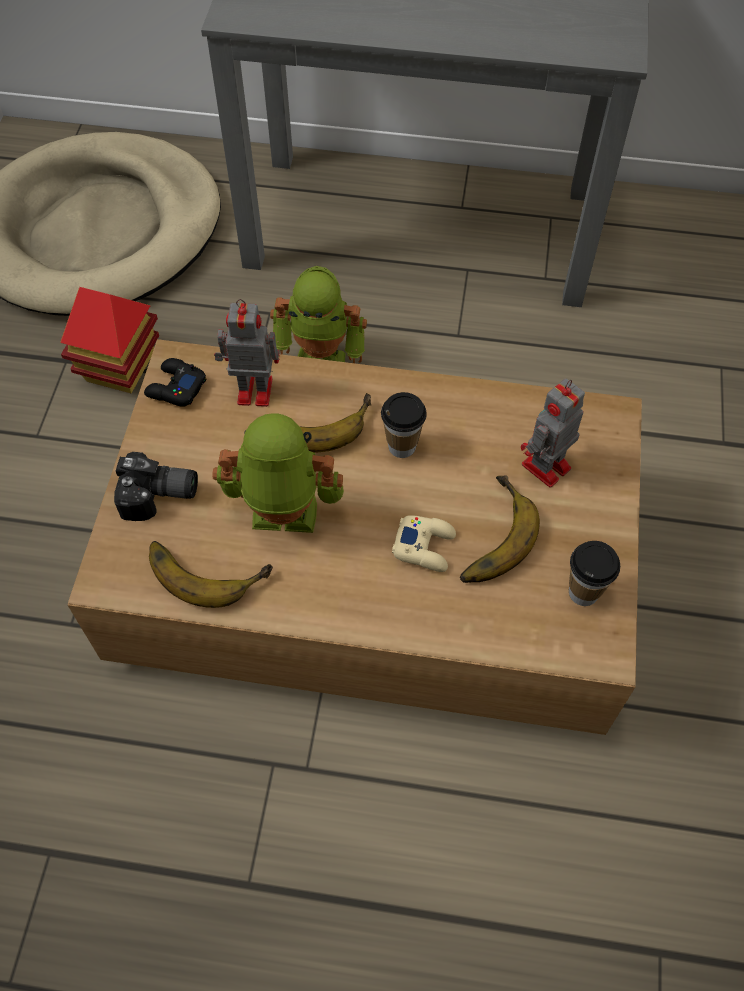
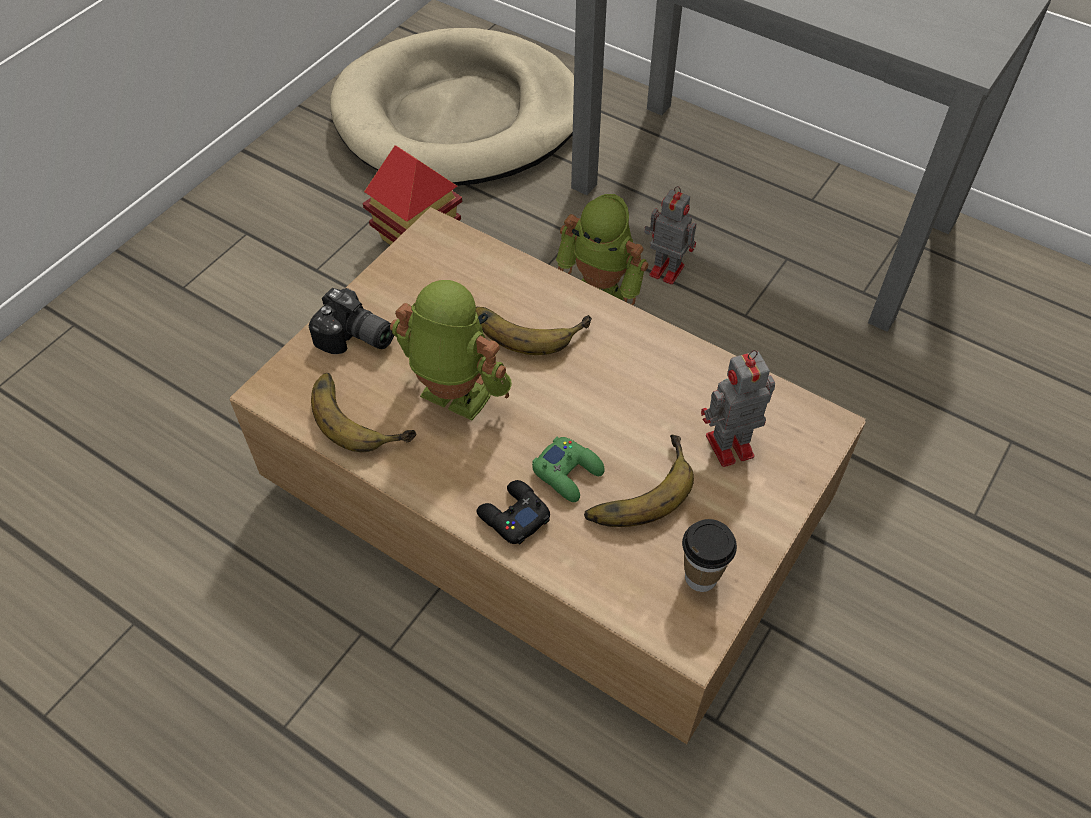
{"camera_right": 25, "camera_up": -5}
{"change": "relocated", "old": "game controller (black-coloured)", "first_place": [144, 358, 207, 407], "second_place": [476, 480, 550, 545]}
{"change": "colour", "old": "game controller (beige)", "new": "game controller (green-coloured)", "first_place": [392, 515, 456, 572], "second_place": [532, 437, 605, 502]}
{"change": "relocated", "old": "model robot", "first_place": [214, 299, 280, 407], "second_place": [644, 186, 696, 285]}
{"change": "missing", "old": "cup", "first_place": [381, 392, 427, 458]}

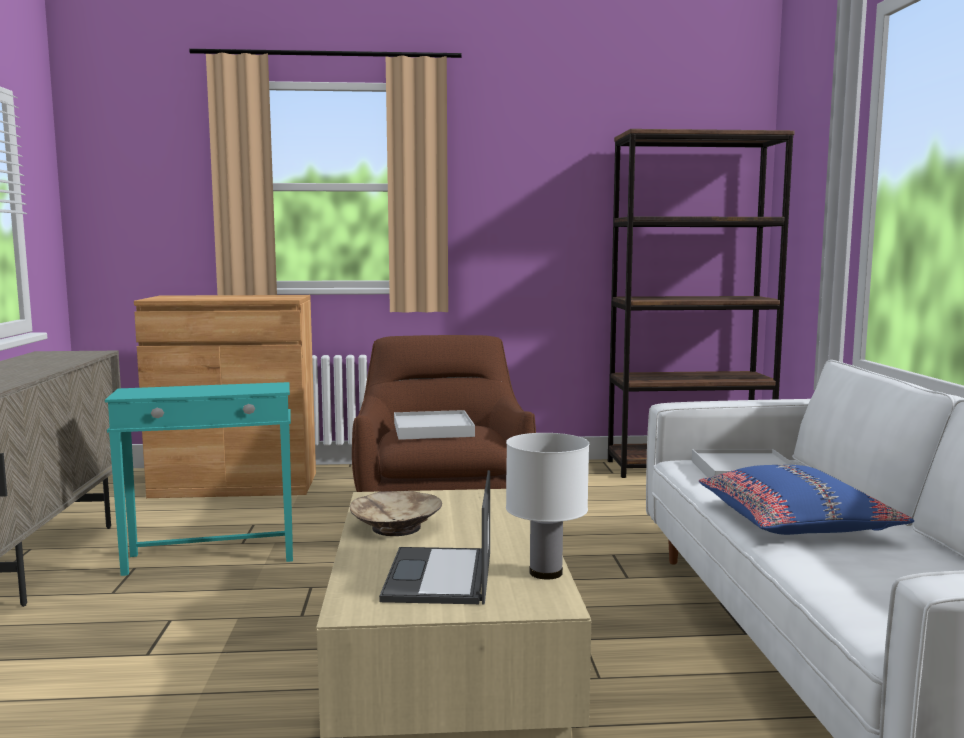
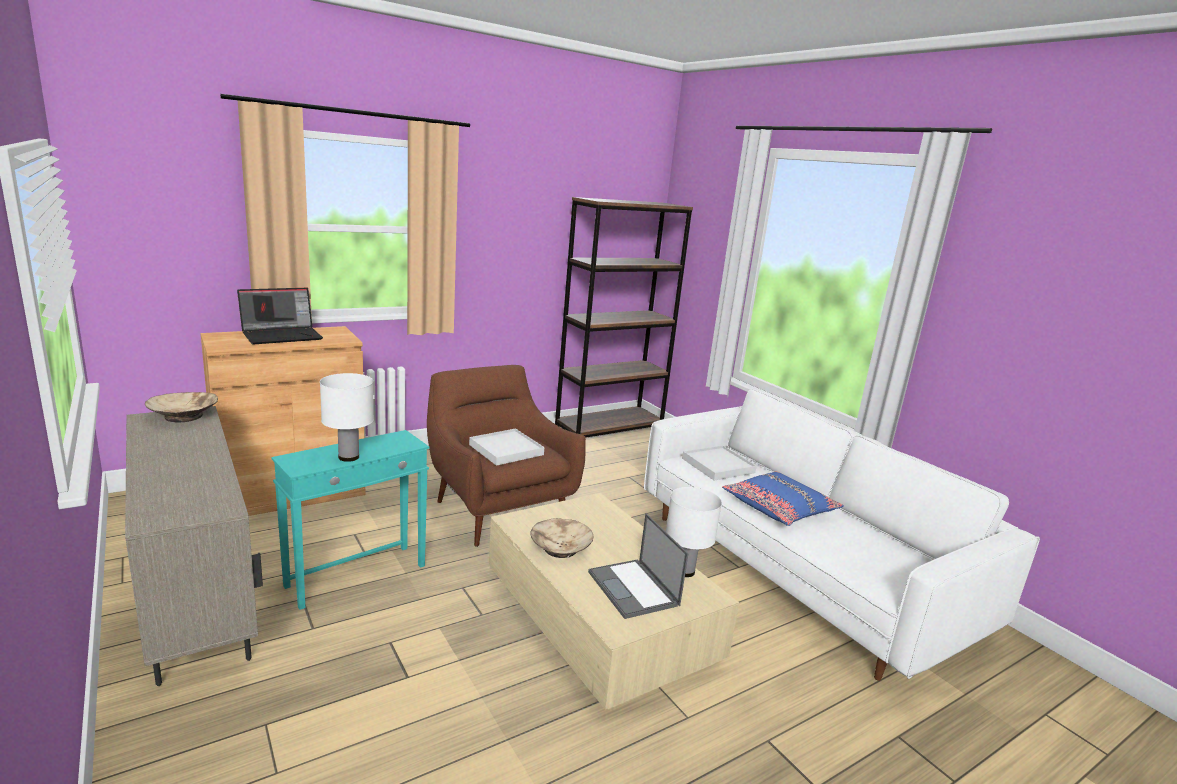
{"camera_right": -30, "camera_up": 10}
{"change": "appeared", "new": "bowl (beige)", "second_place": [145, 392, 218, 422]}
{"change": "appeared", "new": "notebook computer", "second_place": [237, 288, 323, 344]}
{"change": "appeared", "new": "lamp for a table (whitish)", "second_place": [320, 373, 374, 462]}

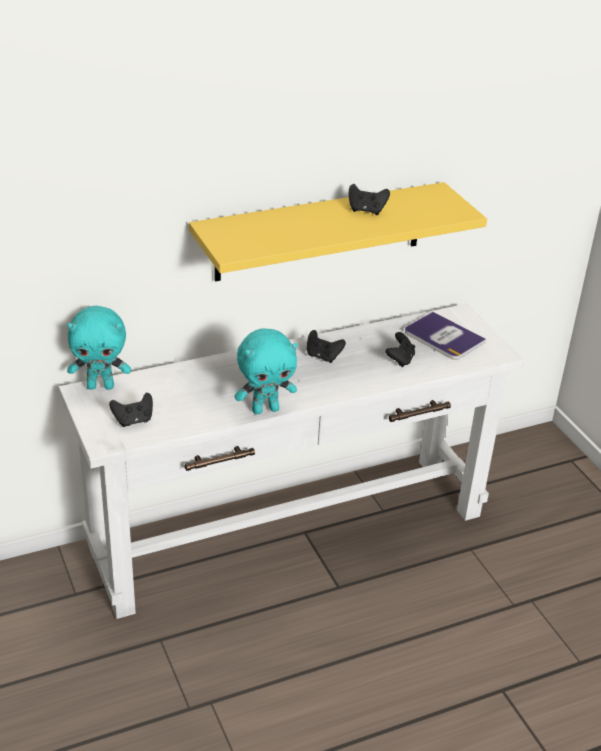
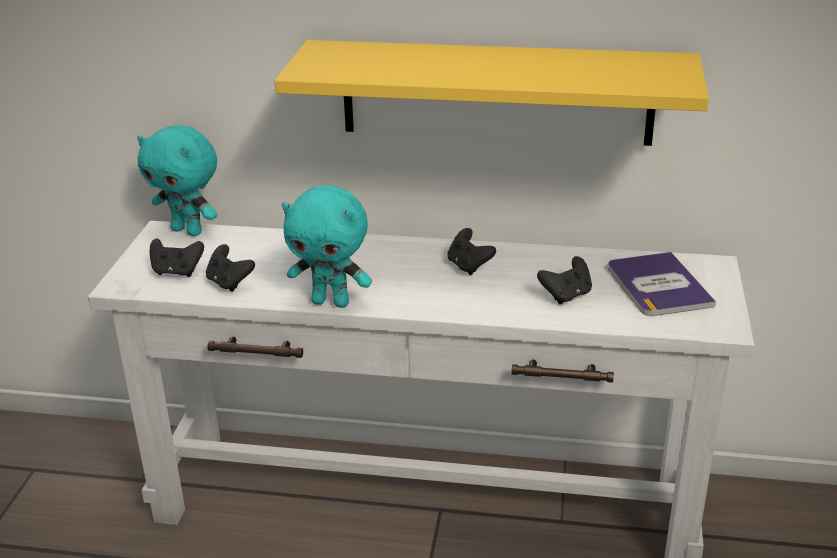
{"camera_right": 35, "camera_up": -5}
{"change": "relocated", "old": "game controller (black-coloured)", "first_place": [349, 184, 390, 215], "second_place": [206, 244, 255, 292]}

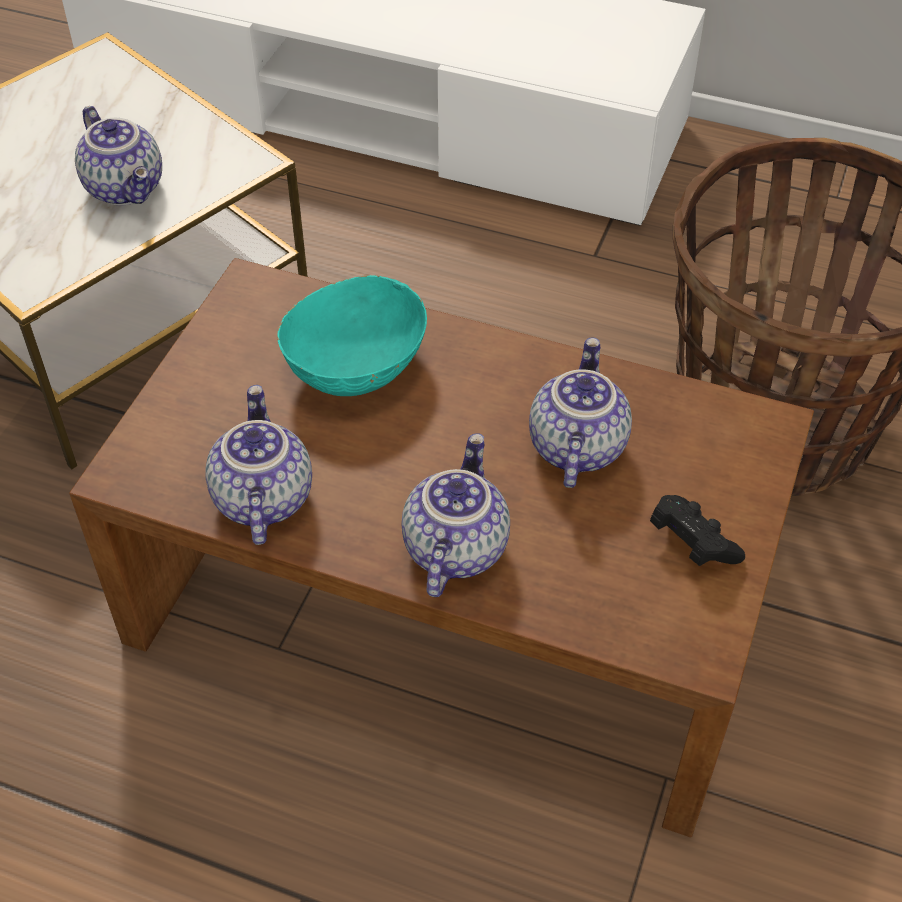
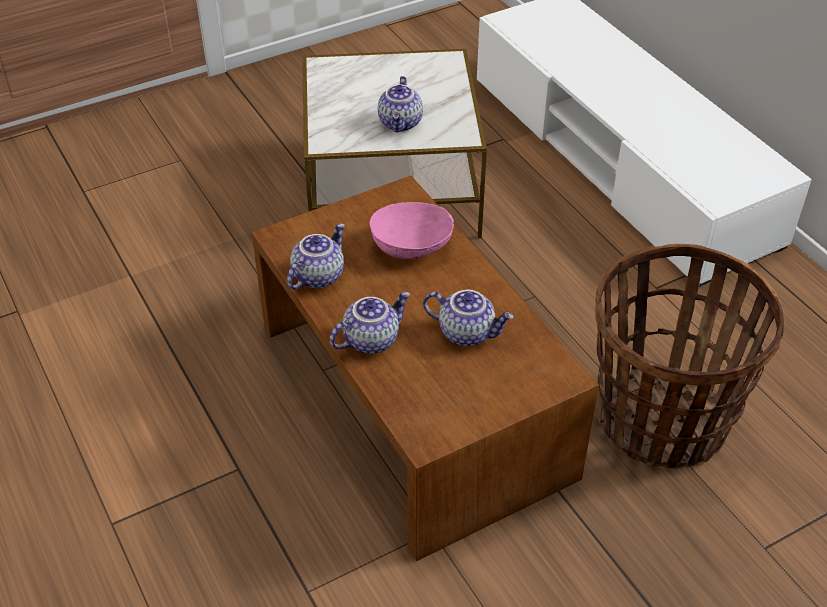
{"camera_right": 40, "camera_up": -5}
{"change": "colour", "old": "bowl (turquoise)", "new": "bowl (pink-coloured)", "first_place": [277, 275, 427, 396], "second_place": [370, 202, 454, 259]}
{"change": "spun", "old": "tea pot", "first_place": [529, 337, 632, 488], "second_place": [423, 290, 514, 346], "degrees": 60}
{"change": "missing", "old": "game controller (black-coloured)", "first_place": [650, 495, 745, 566]}

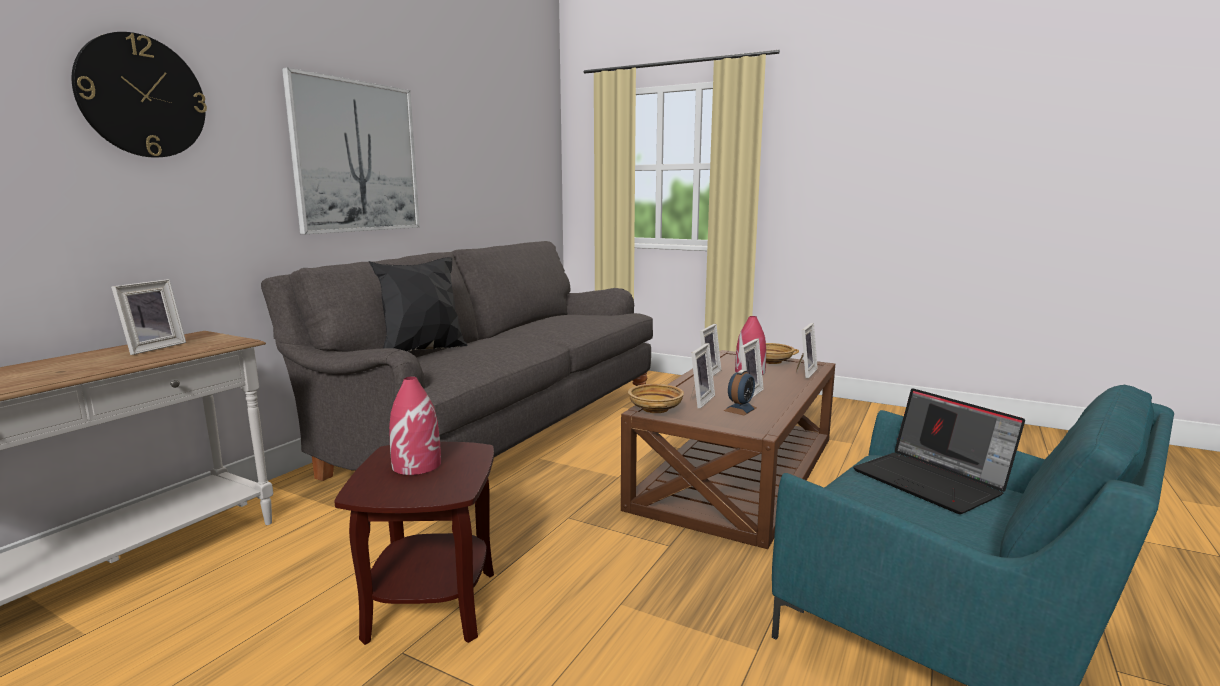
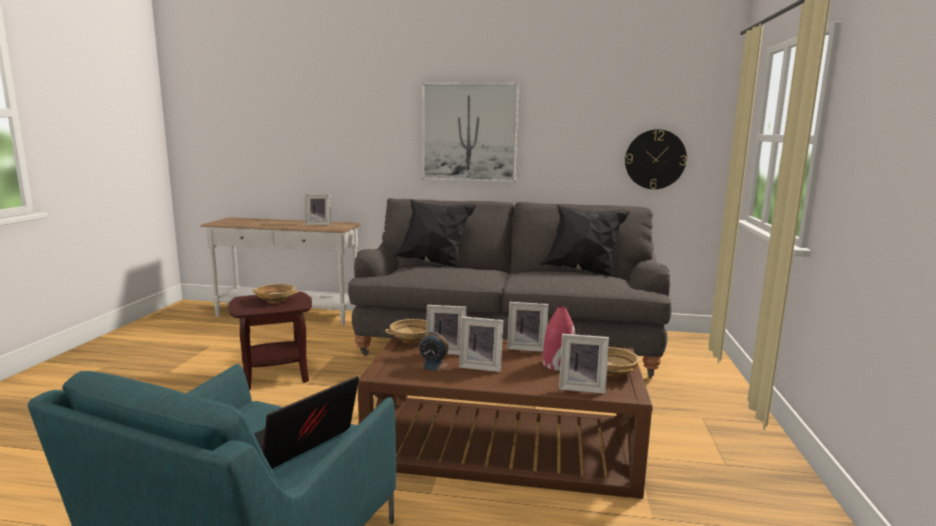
{"camera_right": 70, "camera_up": 0}
{"change": "exchanged", "old": "flower vase (red)", "new": "bowl (beige)", "first_place": [389, 377, 441, 475], "second_place": [253, 284, 299, 303]}
{"change": "appeared", "new": "cushion (black-coloured)", "second_place": [540, 205, 630, 277]}
{"change": "relocated", "old": "hanging clock", "first_place": [72, 32, 207, 157], "second_place": [625, 129, 687, 189]}

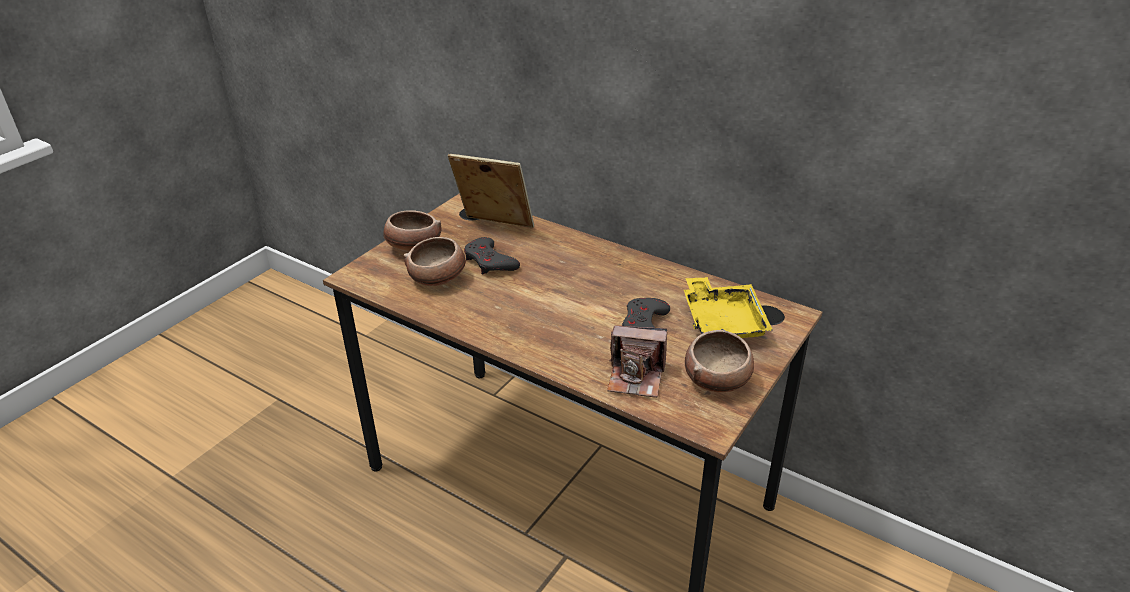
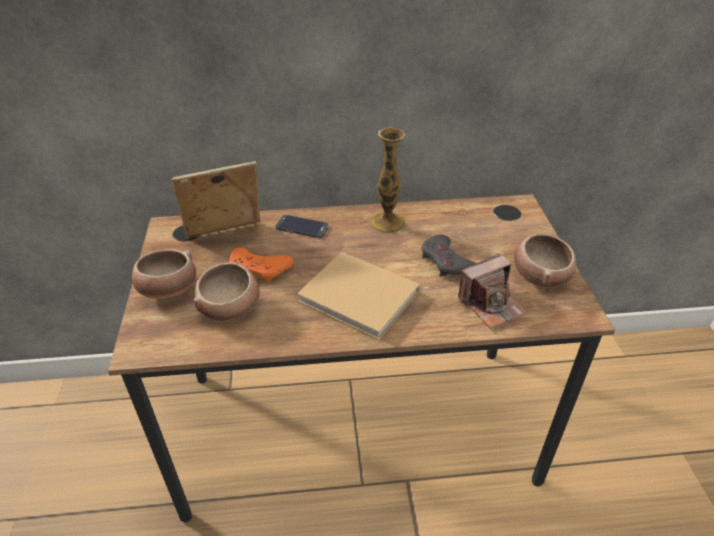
{"camera_right": -40, "camera_up": 5}
{"change": "colour", "old": "game controller (greyish)", "new": "game controller (orangey)", "first_place": [464, 237, 520, 275], "second_place": [229, 247, 293, 284]}
{"change": "appeared", "new": "telephone", "second_place": [275, 215, 329, 238]}
{"change": "appeared", "new": "volume (beige)", "second_place": [297, 252, 420, 340]}
{"change": "appeared", "new": "flower vase", "second_place": [371, 127, 406, 233]}
{"change": "missing", "old": "serving tray (yellow-coloured)", "first_place": [684, 277, 773, 338]}

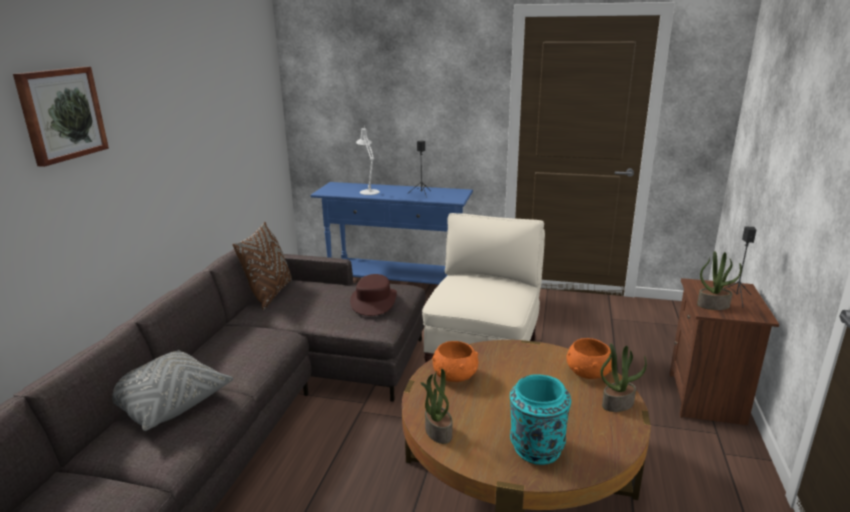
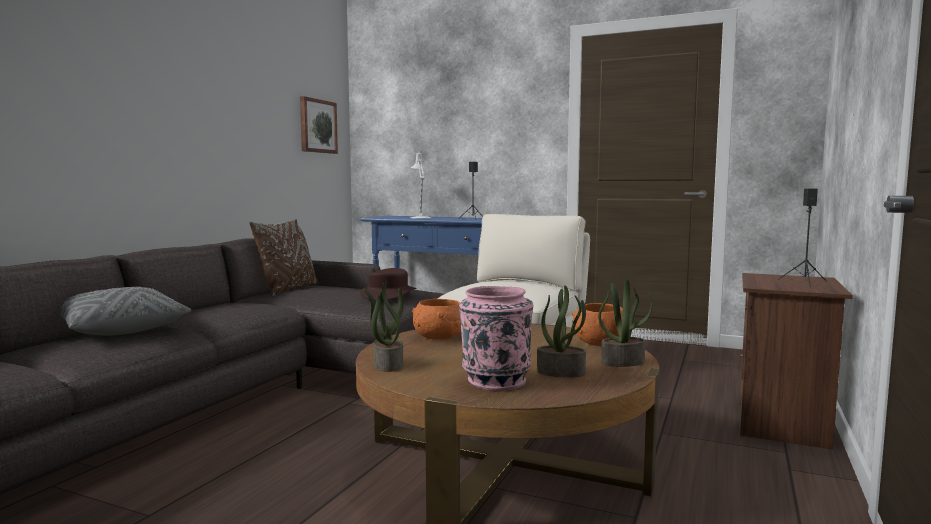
{"camera_right": 10, "camera_up": -15}
{"change": "relocated", "old": "picture", "first_place": [13, 67, 109, 167], "second_place": [300, 96, 338, 154]}
{"change": "colour", "old": "flower vase (turquoise)", "new": "flower vase (pink-coloured)", "first_place": [510, 374, 571, 465], "second_place": [459, 286, 533, 391]}
{"change": "relocated", "old": "plant in a pot", "first_place": [697, 251, 742, 310], "second_place": [537, 285, 586, 378]}

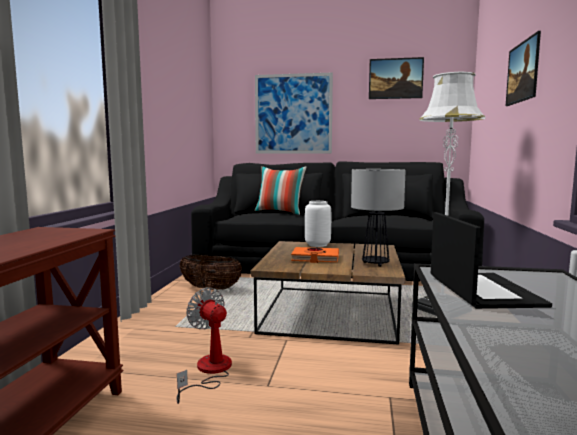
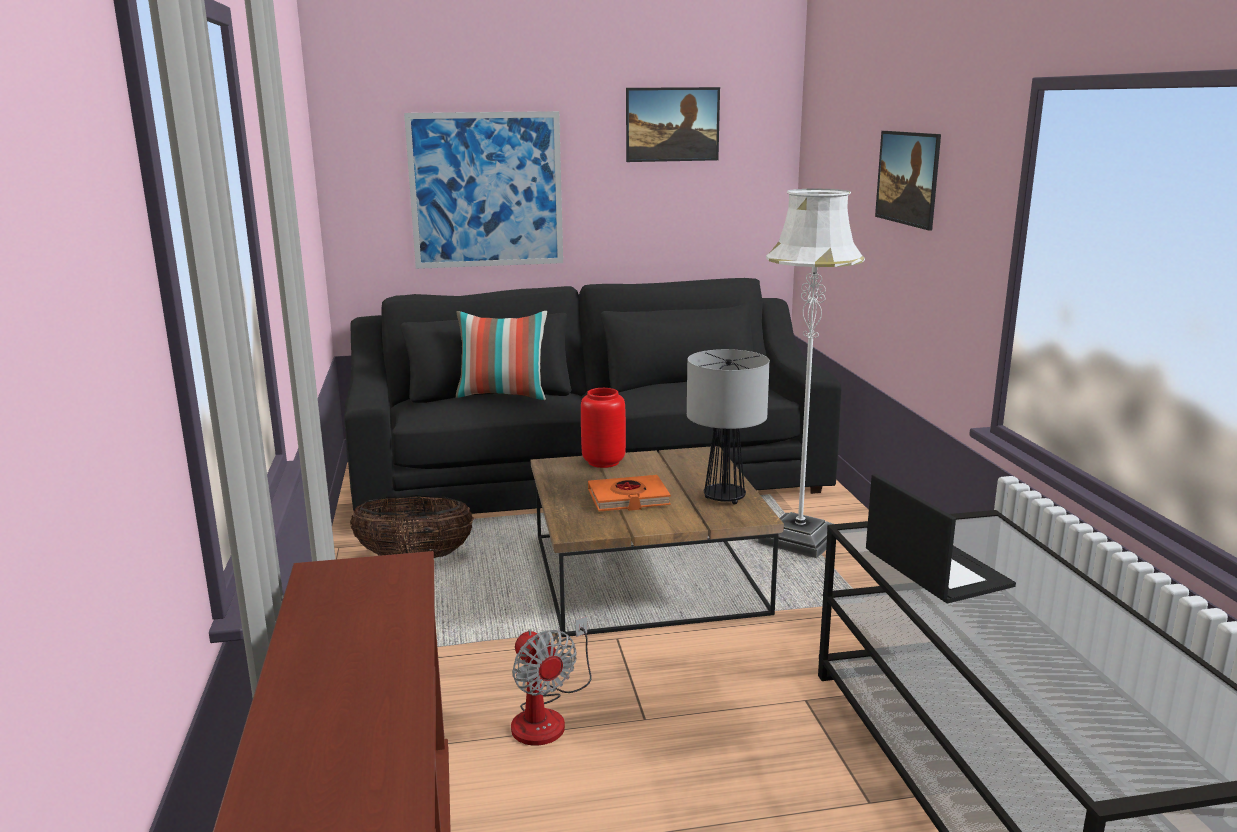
{"camera_right": -20, "camera_up": 10}
{"change": "spun", "old": "cooling fan", "first_place": [177, 287, 232, 404], "second_place": [511, 617, 592, 746], "degrees": -150}
{"change": "colour", "old": "flower vase (whitish)", "new": "flower vase (red)", "first_place": [305, 201, 331, 247], "second_place": [581, 388, 626, 468]}

